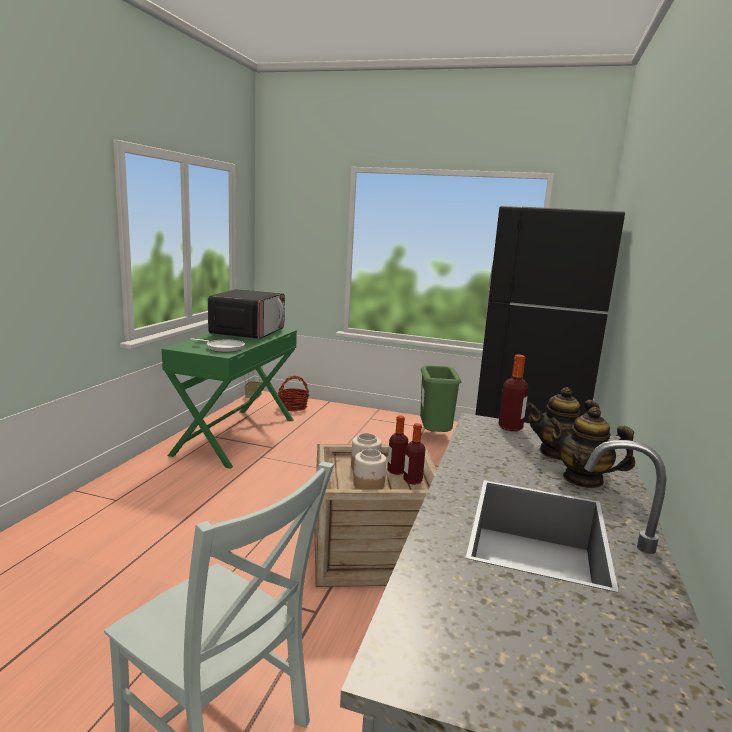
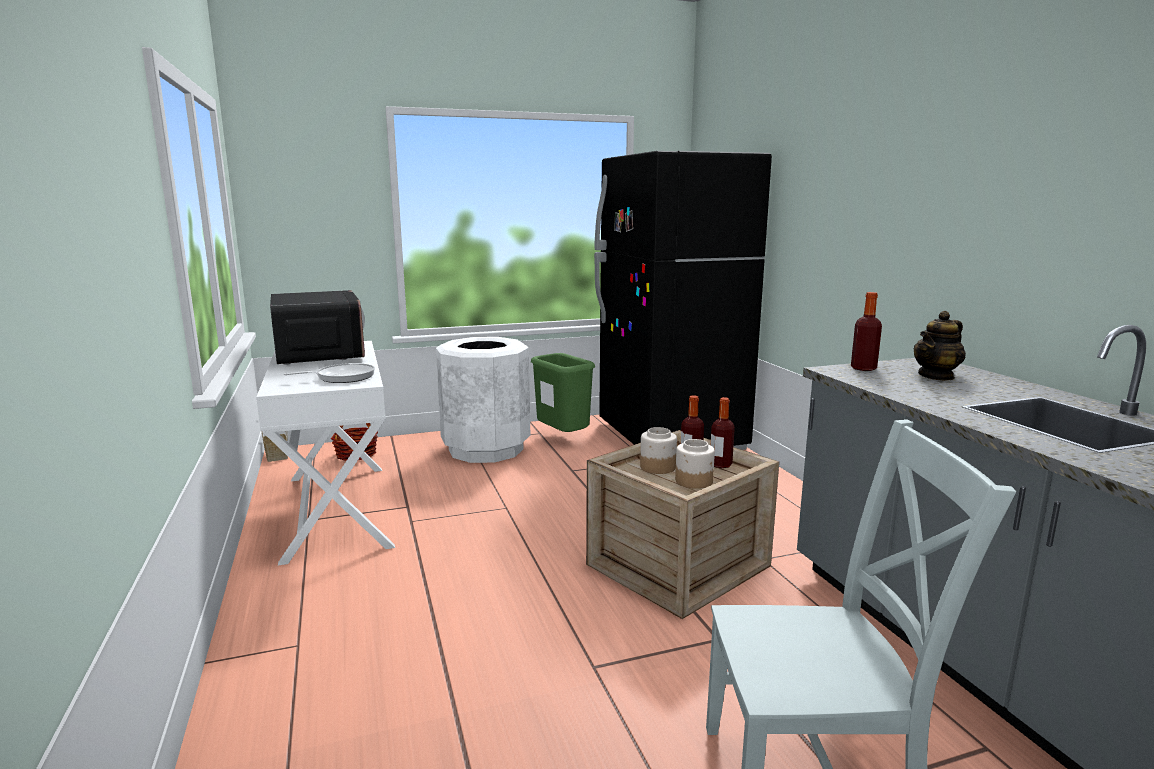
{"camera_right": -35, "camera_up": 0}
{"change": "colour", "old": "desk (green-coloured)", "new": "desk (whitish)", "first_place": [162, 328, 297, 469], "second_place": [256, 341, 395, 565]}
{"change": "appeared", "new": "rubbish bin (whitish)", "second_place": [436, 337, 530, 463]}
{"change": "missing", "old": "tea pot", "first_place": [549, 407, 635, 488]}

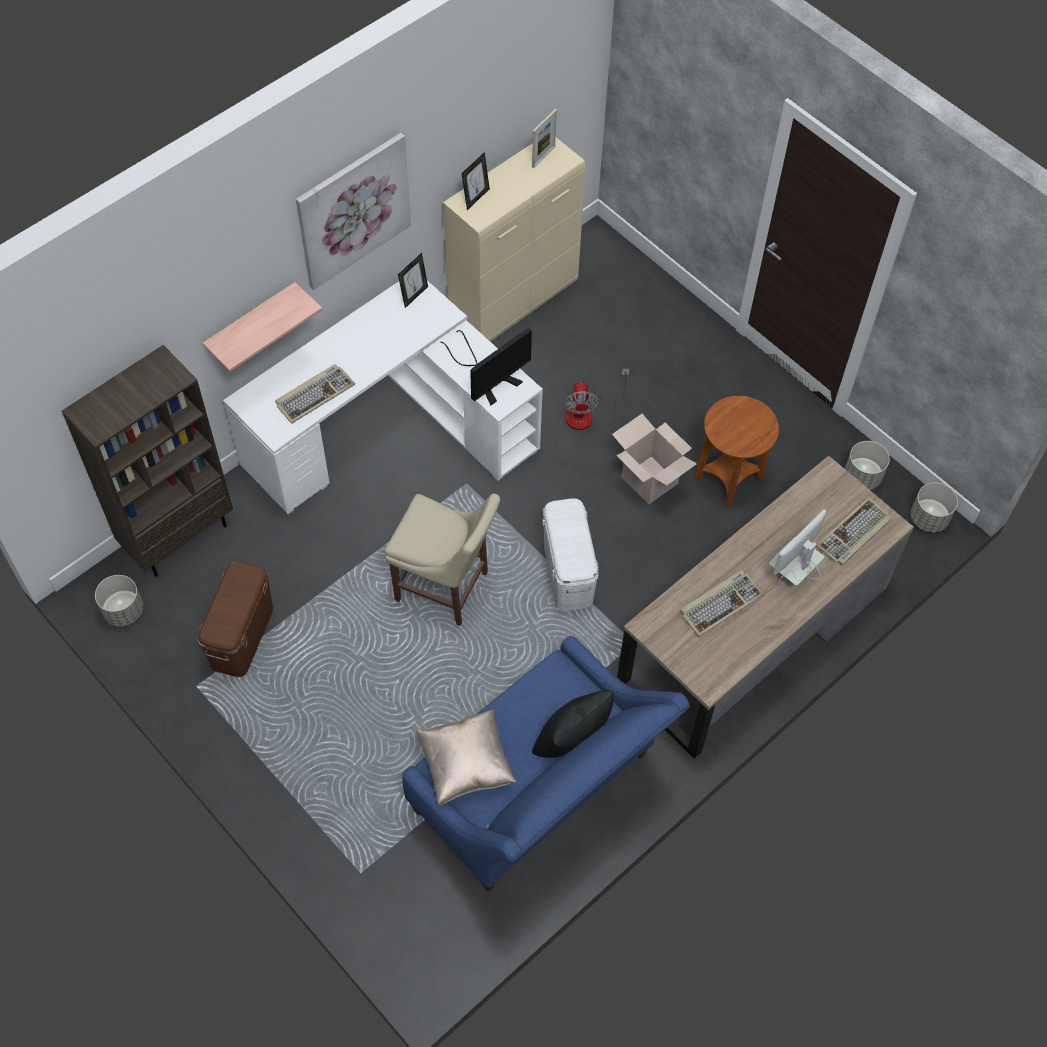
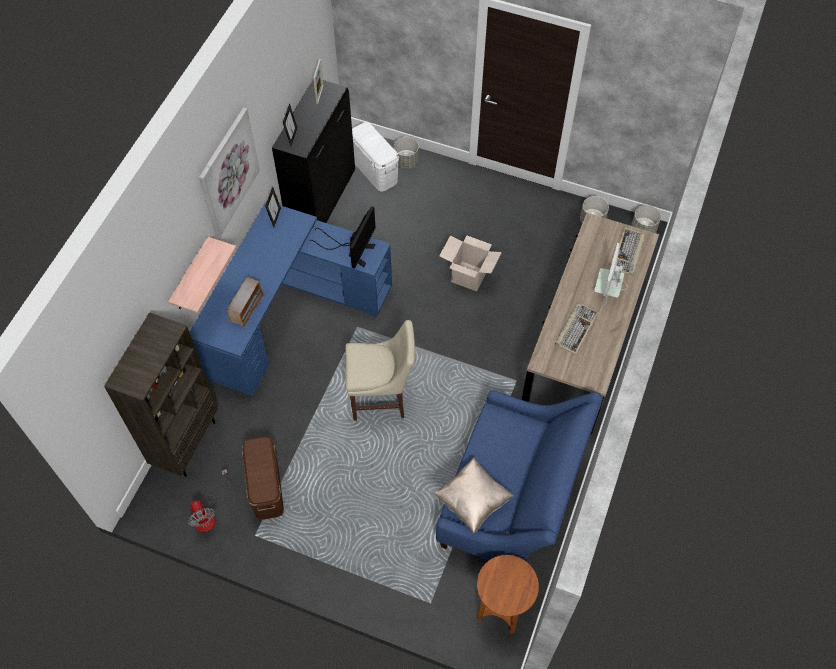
{"camera_right": -25, "camera_up": 0}
{"change": "relocated", "old": "cooling fan", "first_place": [564, 369, 629, 430], "second_place": [188, 469, 230, 533]}
{"change": "colour", "old": "desk (whitish)", "new": "desk (bluish)", "first_place": [223, 281, 543, 514], "second_place": [190, 201, 392, 397]}
{"change": "exchanged", "old": "keyboard", "new": "radio", "first_place": [275, 364, 355, 424], "second_place": [227, 275, 264, 327]}
{"change": "colour", "old": "storage cabinet (beige)", "new": "storage cabinet (black-coloured)", "first_place": [443, 138, 586, 342], "second_place": [272, 80, 355, 223]}
{"change": "relocated", "old": "storage box (whitish)", "first_place": [542, 498, 599, 611], "second_place": [352, 122, 399, 192]}
{"change": "relocated", "old": "planter (greyish)", "first_place": [95, 575, 143, 627], "second_place": [394, 137, 419, 169]}
{"change": "relocated", "old": "accent table (brown)", "first_place": [694, 396, 779, 508], "second_place": [477, 555, 539, 634]}
{"change": "missing", "old": "cushion (black-coloured)", "first_place": [532, 690, 614, 758]}

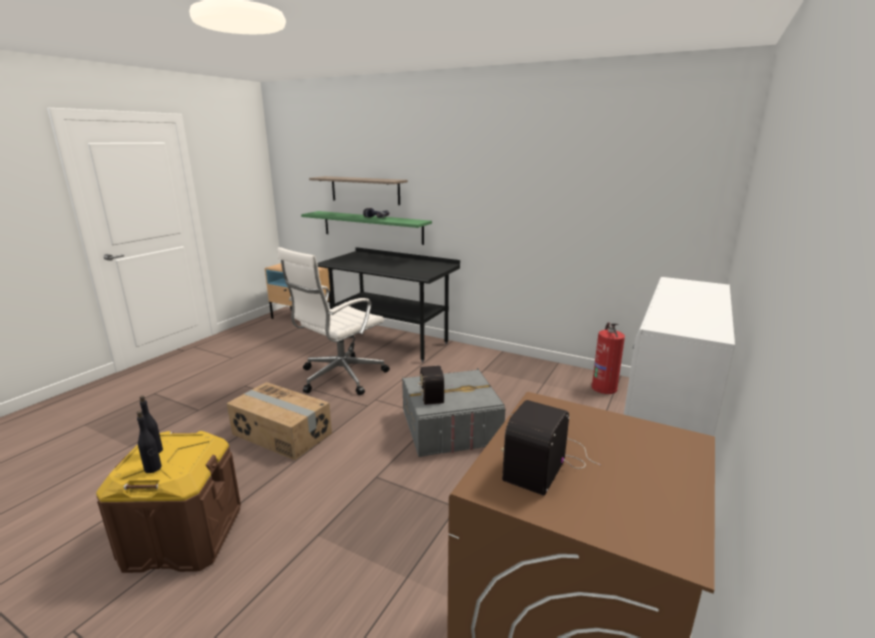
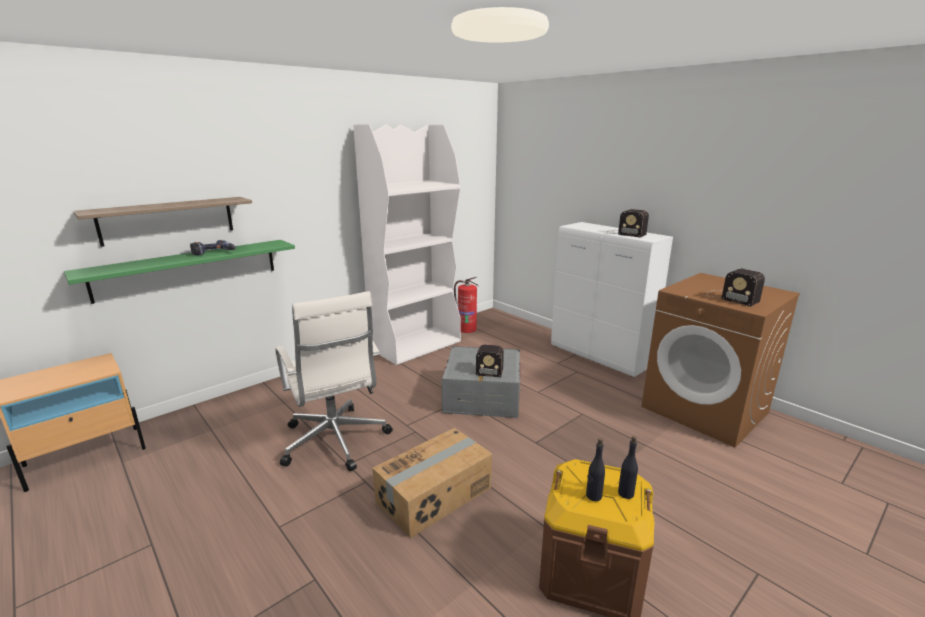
{"camera_right": -70, "camera_up": 0}
{"change": "appeared", "new": "bookshelf (whitish)", "second_place": [353, 124, 461, 365]}
{"change": "appeared", "new": "radio", "second_place": [607, 209, 649, 238]}
{"change": "missing", "old": "desk (black-coloured)", "first_place": [317, 247, 460, 362]}

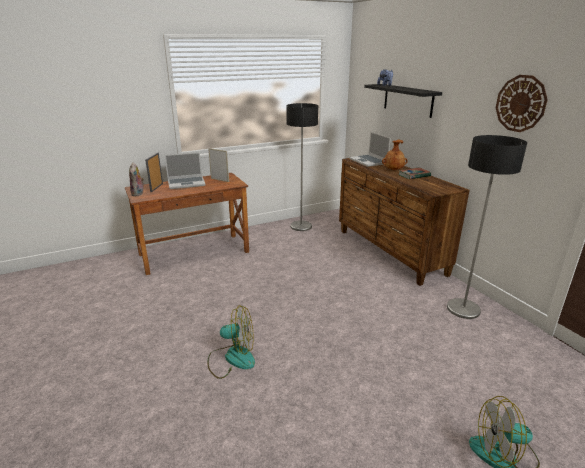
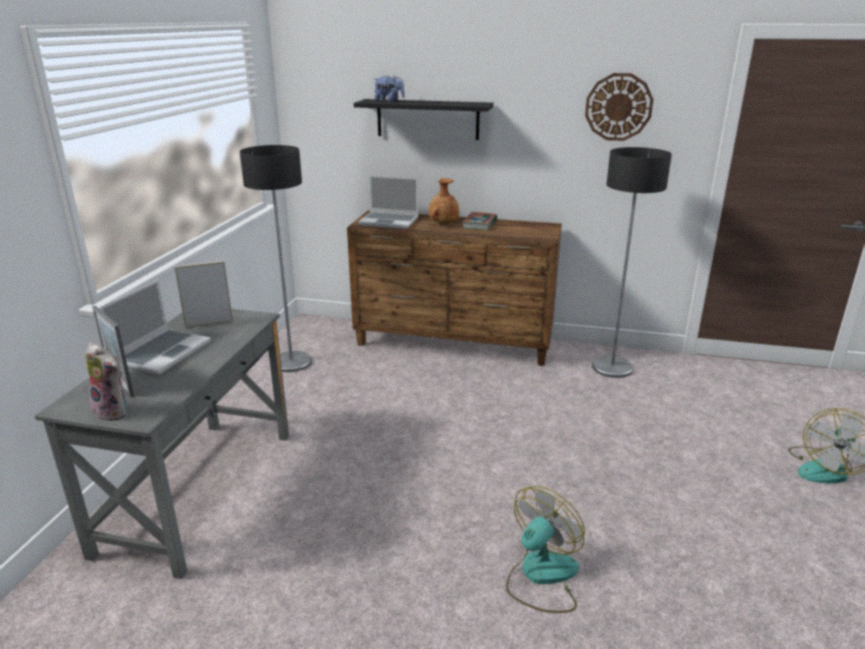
{"camera_right": -50, "camera_up": 0}
{"change": "colour", "old": "desk (brown)", "new": "desk (greyish)", "first_place": [125, 173, 249, 275], "second_place": [35, 309, 289, 579]}

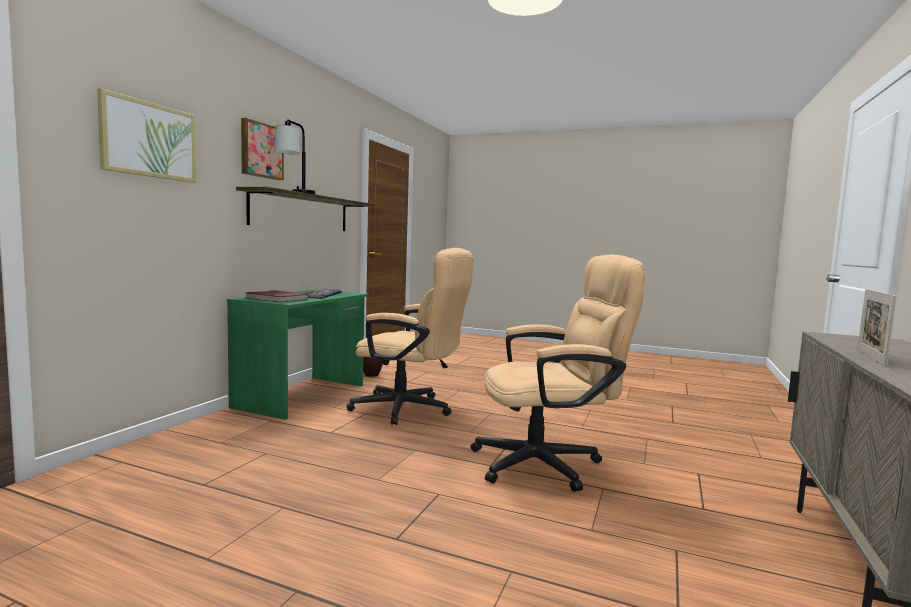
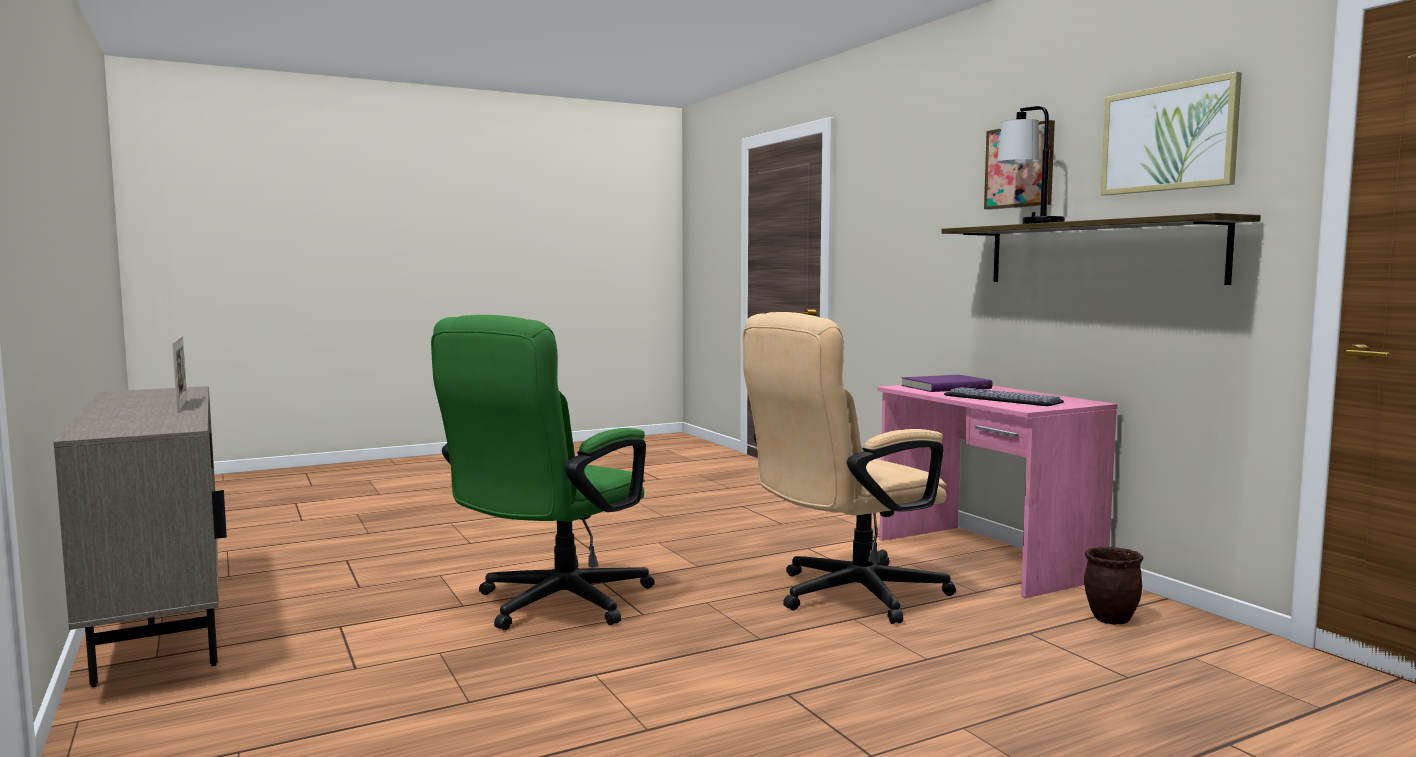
{"camera_right": 130, "camera_up": 0}
{"change": "colour", "old": "computer chair (beige)", "new": "computer chair (green-coloured)", "first_place": [470, 255, 646, 492], "second_place": [431, 315, 655, 630]}
{"change": "colour", "old": "desk (green-coloured)", "new": "desk (pink-coloured)", "first_place": [227, 289, 368, 420], "second_place": [877, 385, 1118, 598]}
{"change": "colour", "old": "volume (red)", "new": "volume (purple)", "first_place": [245, 290, 309, 303], "second_place": [901, 375, 993, 392]}
{"change": "relocated", "old": "picture", "first_place": [97, 88, 196, 183], "second_place": [1101, 72, 1242, 196]}

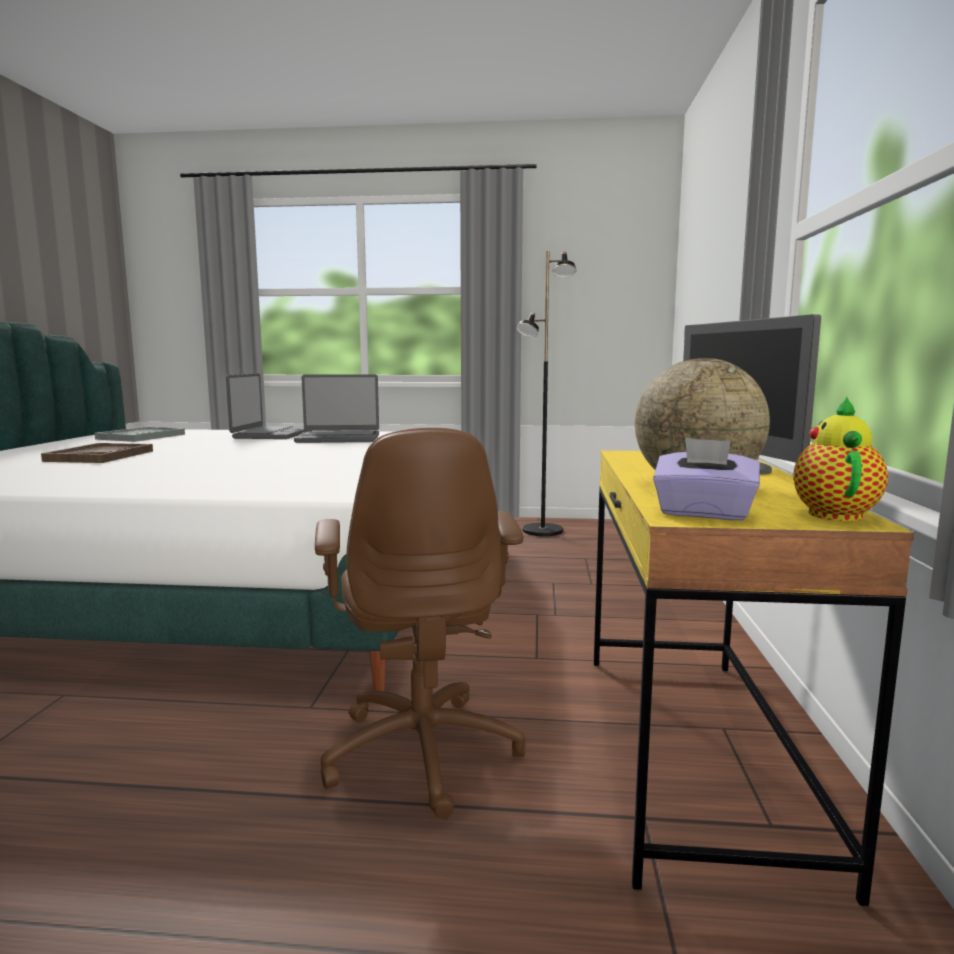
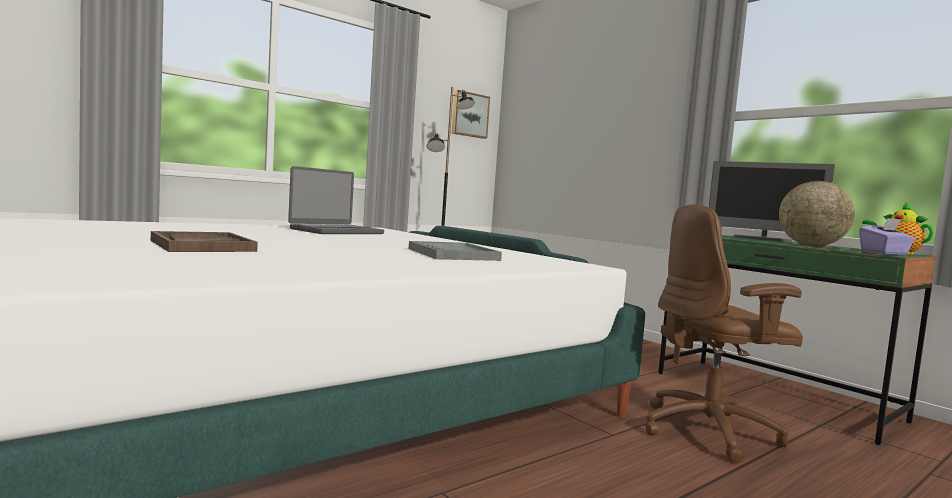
{"camera_right": -45, "camera_up": -5}
{"change": "relocated", "old": "serving tray (greyish)", "first_place": [94, 427, 185, 442], "second_place": [409, 241, 502, 261]}
{"change": "appeared", "new": "picture", "second_place": [451, 90, 490, 139]}
{"change": "spun", "old": "computer chair (brown)", "first_place": [315, 428, 526, 819], "second_place": [645, 204, 803, 463], "degrees": 135}
{"change": "colour", "old": "desk (yellow-coloured)", "new": "desk (green-coloured)", "first_place": [594, 450, 914, 907], "second_place": [658, 235, 936, 445]}
{"change": "missing", "old": "notebook computer", "first_place": [226, 373, 305, 439]}

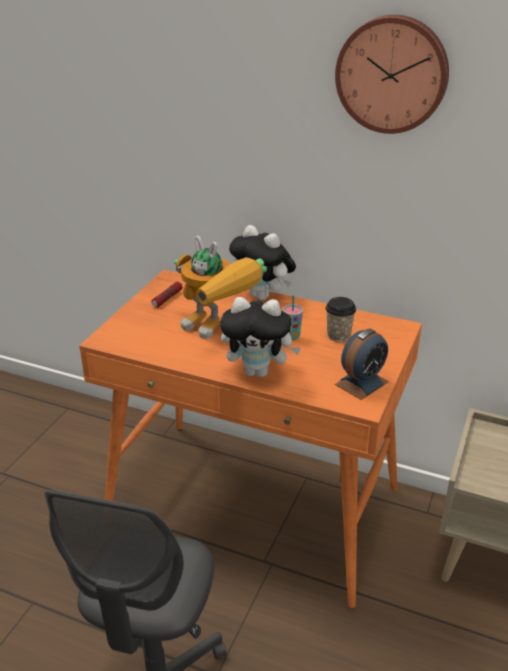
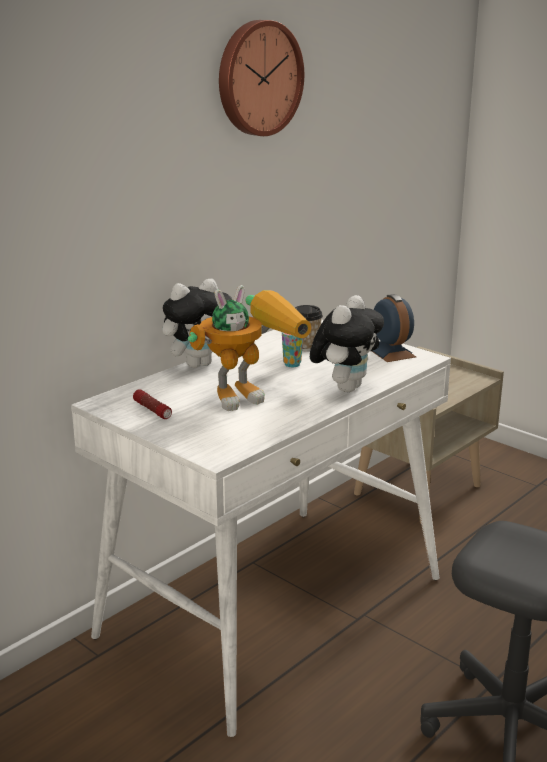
{"camera_right": -70, "camera_up": -10}
{"change": "colour", "old": "desk (orangey)", "new": "desk (whitish)", "first_place": [79, 270, 422, 608], "second_place": [71, 319, 451, 737]}

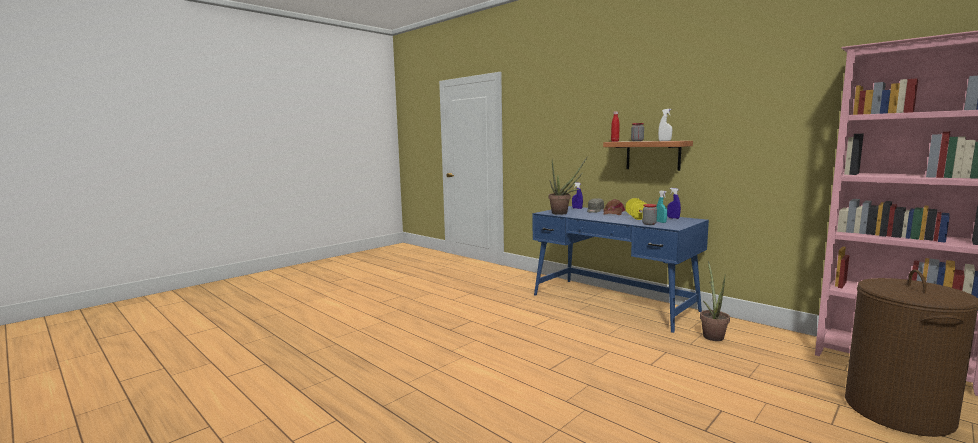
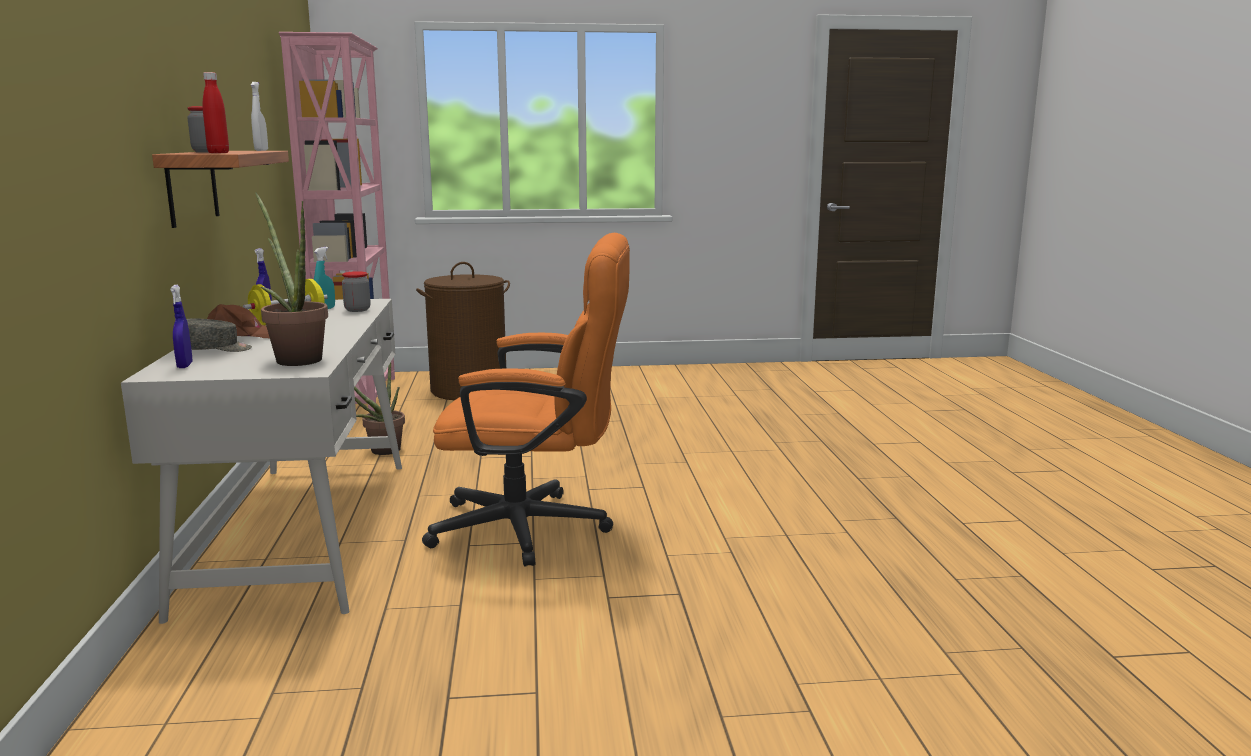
{"camera_right": -140, "camera_up": 5}
{"change": "colour", "old": "desk (bluish)", "new": "desk (whitish)", "first_place": [533, 206, 709, 333], "second_place": [121, 299, 402, 624]}
{"change": "appeared", "new": "computer chair (orangey)", "second_place": [422, 233, 630, 567]}

